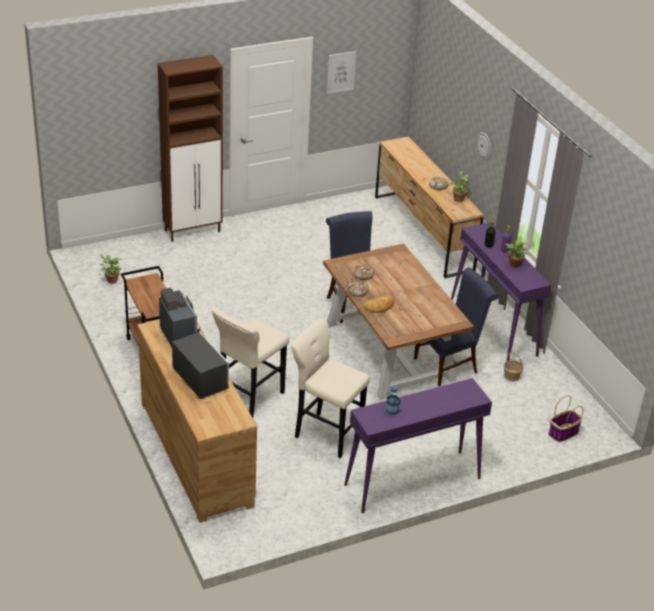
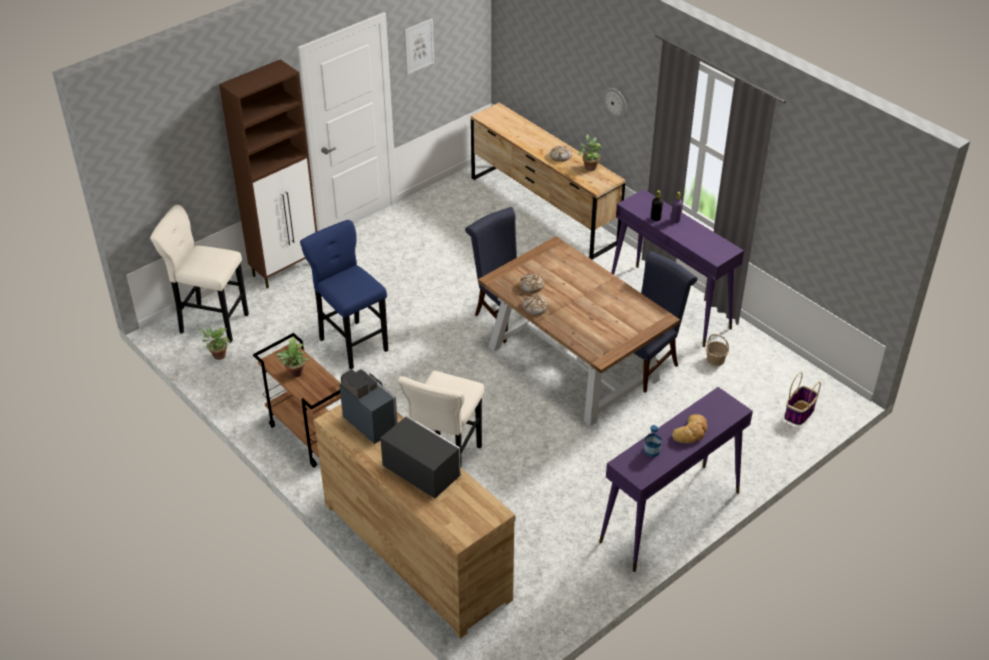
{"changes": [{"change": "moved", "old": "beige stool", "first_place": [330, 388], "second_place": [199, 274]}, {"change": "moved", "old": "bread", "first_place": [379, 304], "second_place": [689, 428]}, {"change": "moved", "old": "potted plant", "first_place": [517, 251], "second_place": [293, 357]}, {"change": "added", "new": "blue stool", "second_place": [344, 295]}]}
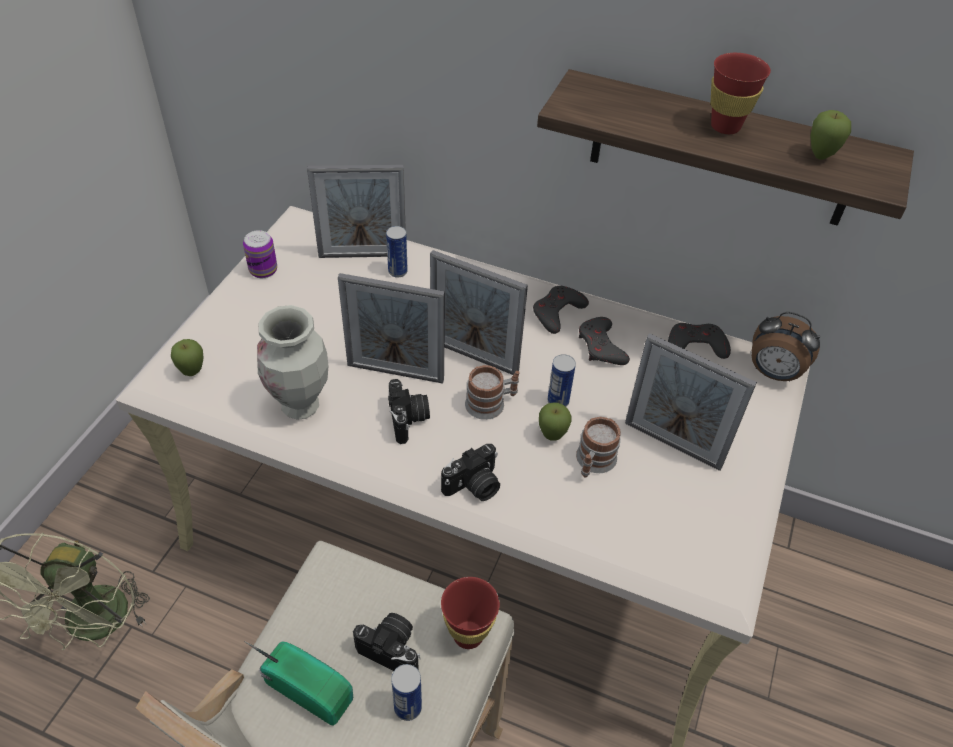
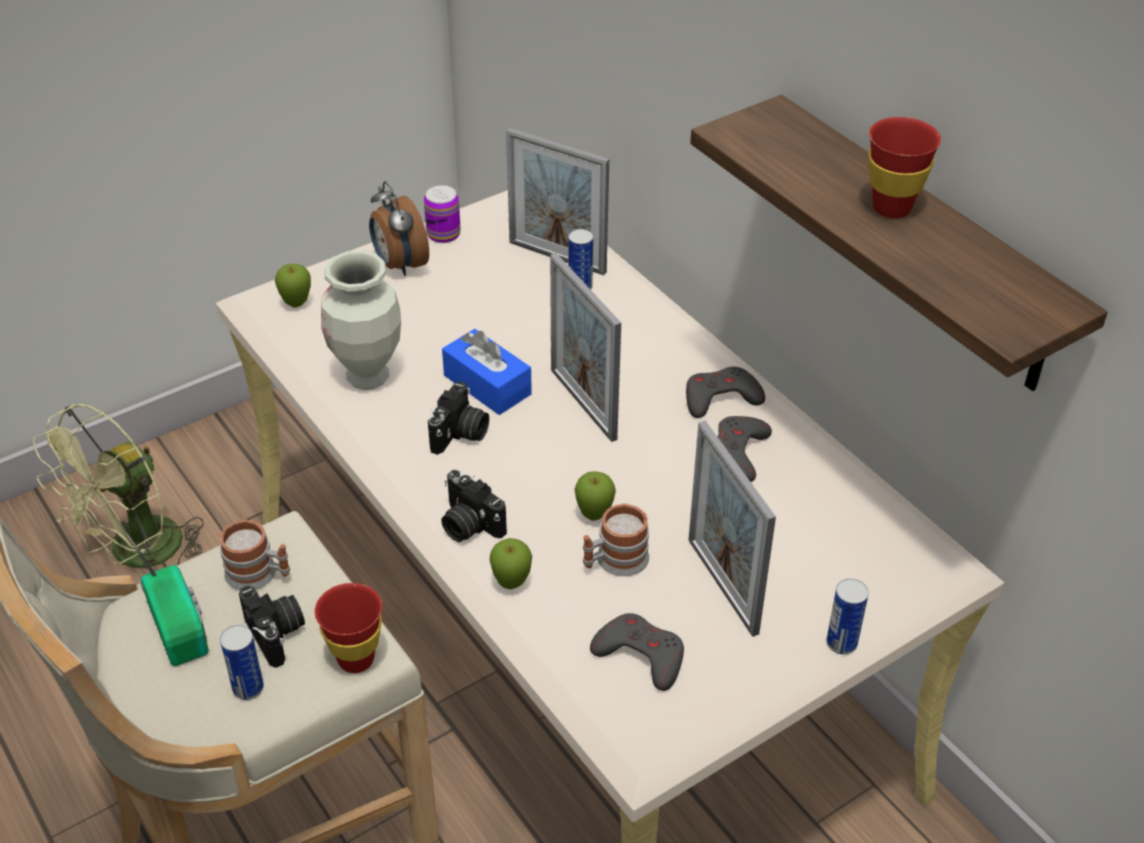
{"changes": [{"change": "replaced", "old": "picture frame", "new": "blue tissue box", "first_place": [391, 328], "second_place": [487, 372]}, {"change": "turned", "old": "photo camera", "first_place": [470, 472], "second_place": [474, 506], "degrees": 45}, {"change": "moved", "old": "mug", "first_place": [492, 392], "second_place": [255, 554]}, {"change": "moved", "old": "can", "first_place": [561, 380], "second_place": [847, 617]}, {"change": "moved", "old": "grey game controller", "first_place": [699, 341], "second_place": [637, 652]}, {"change": "moved", "old": "alarm clock", "first_place": [786, 347], "second_place": [399, 228]}, {"change": "moved", "old": "apple", "first_place": [830, 135], "second_place": [510, 563]}]}
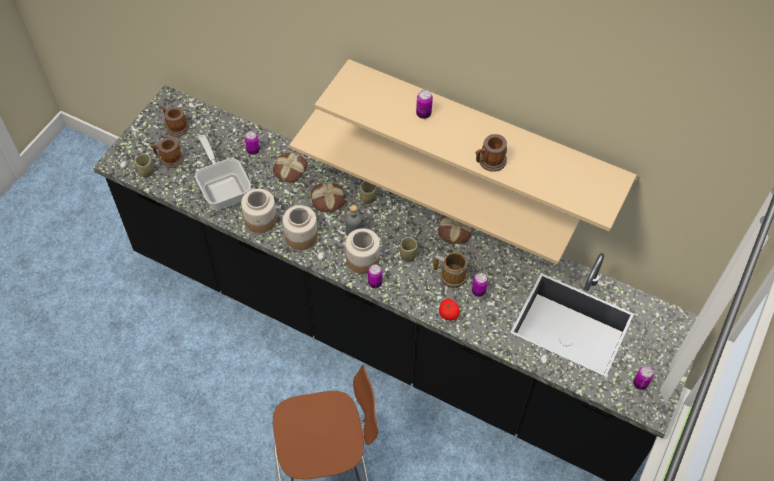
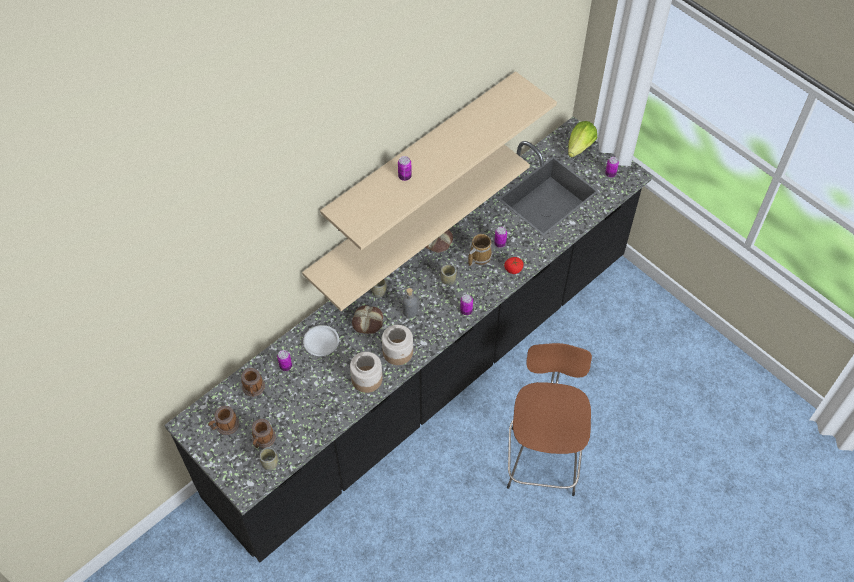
{"changes": [{"change": "removed", "old": "frying pan", "first_place": [223, 172]}, {"change": "replaced", "old": "bread", "new": "white plate", "first_place": [290, 167], "second_place": [321, 340]}, {"change": "removed", "old": "jar", "first_place": [362, 251]}, {"change": "moved", "old": "mug", "first_place": [491, 153], "second_place": [253, 382]}, {"change": "added", "new": "lettuce", "second_place": [582, 139]}]}
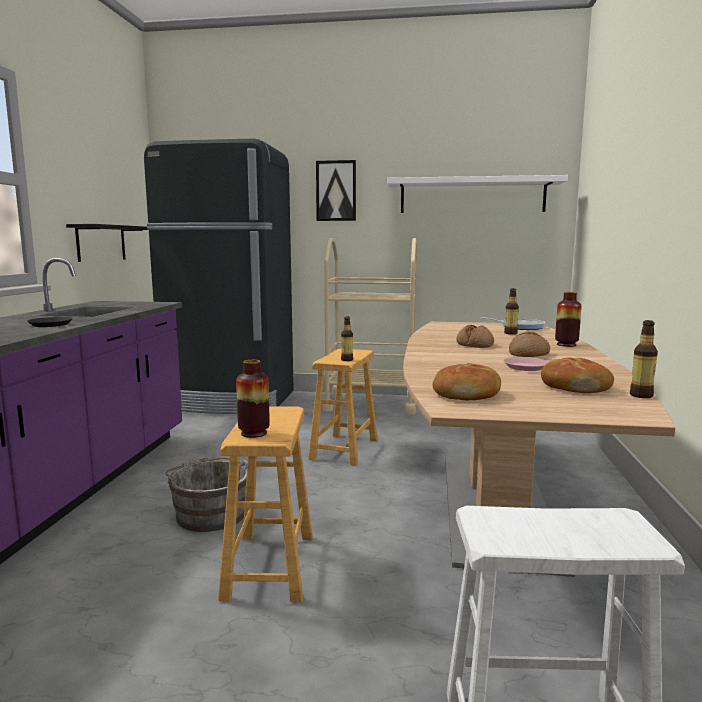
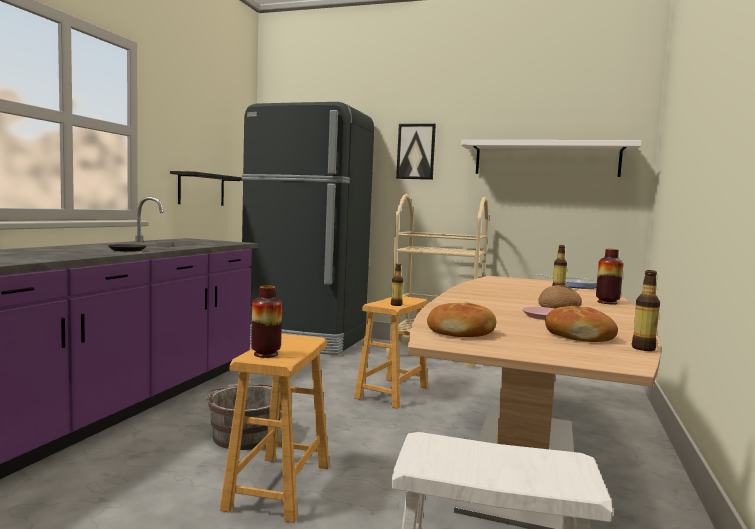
{"changes": [{"change": "removed", "old": "bread", "first_place": [475, 336]}]}
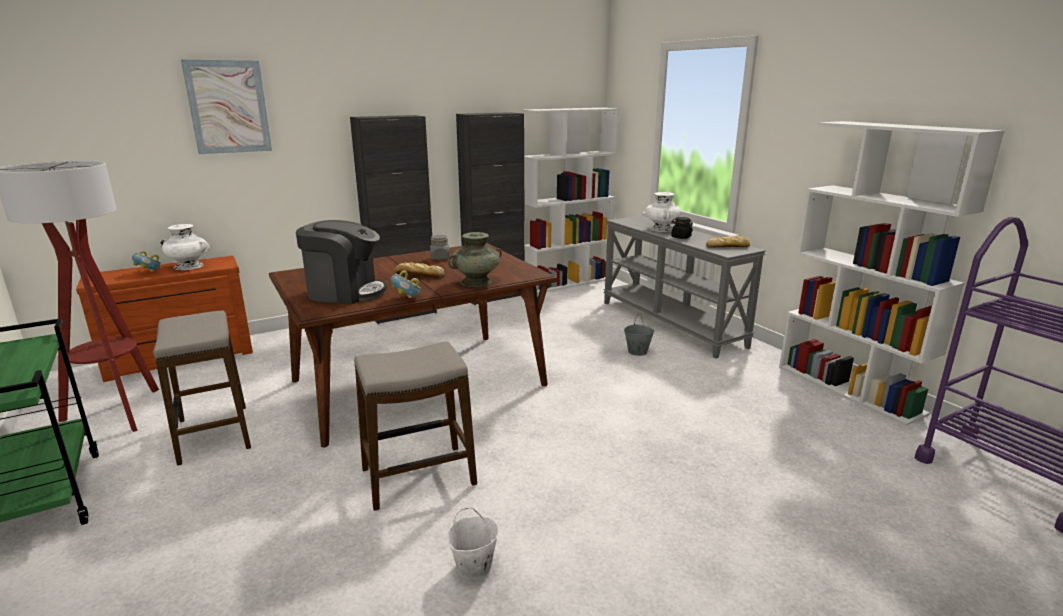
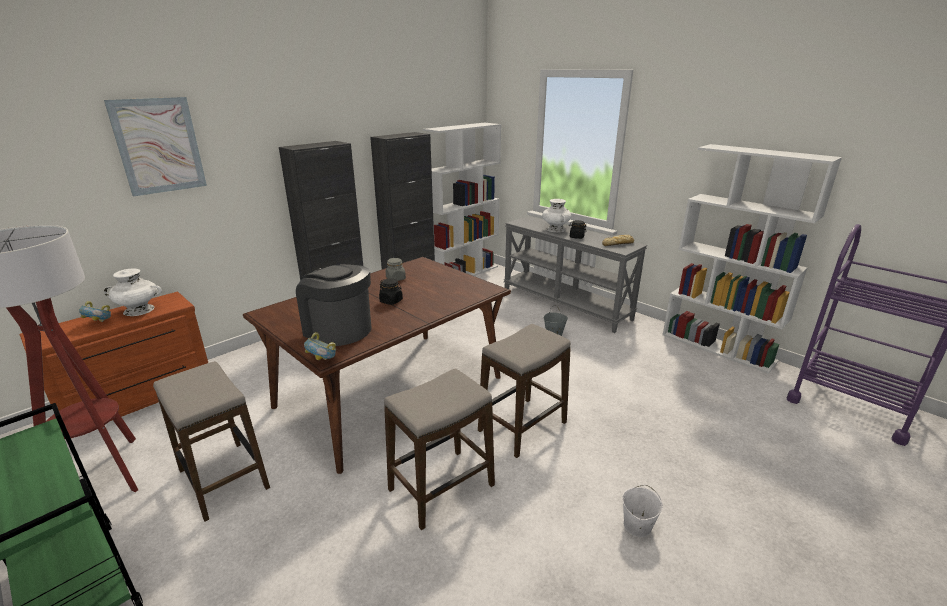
{"changes": [{"change": "turned", "old": "coffee machine", "first_place": [341, 262], "second_place": [334, 305], "degrees": -135}, {"change": "moved", "old": "bowl", "first_place": [406, 284], "second_place": [320, 346]}, {"change": "replaced", "old": "bread", "new": "black jar", "first_place": [419, 269], "second_place": [391, 291]}, {"change": "moved", "old": "white bucket", "first_place": [473, 543], "second_place": [642, 511]}, {"change": "removed", "old": "turquoise vase", "first_place": [475, 259]}, {"change": "added", "new": "stool", "second_place": [524, 391]}]}
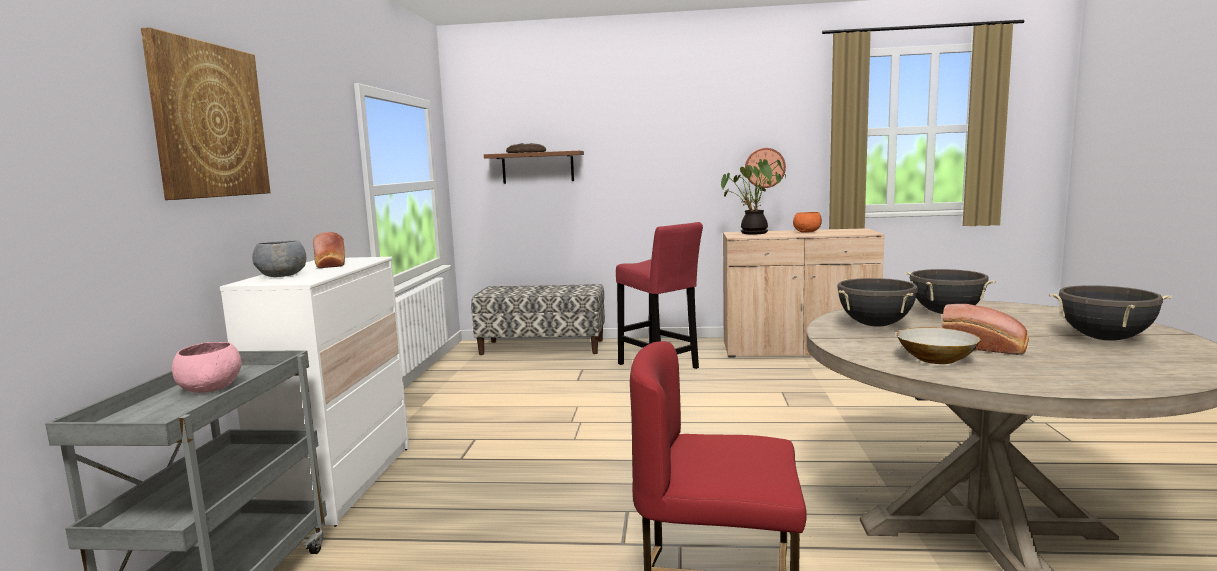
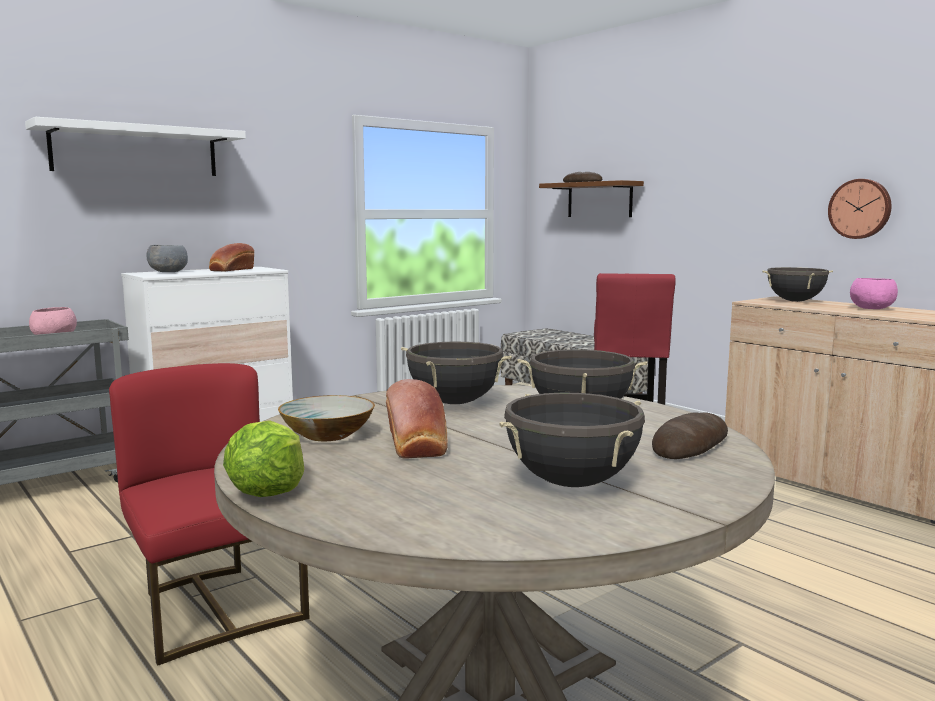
{"changes": [{"change": "replaced", "old": "picture", "new": "white shelf", "first_place": [205, 113], "second_place": [135, 146]}, {"change": "replaced", "old": "potted plant", "new": "black cooking pot", "first_place": [753, 196], "second_place": [797, 284]}, {"change": "recoloured", "old": "orange bowl", "new": "pink bowl", "first_place": [807, 222], "second_place": [874, 293]}, {"change": "added", "new": "lettuce", "second_place": [263, 458]}, {"change": "added", "new": "bread", "second_place": [690, 435]}]}
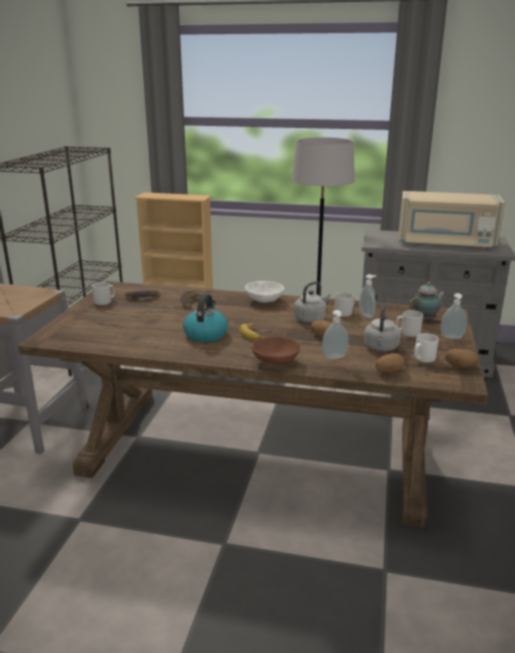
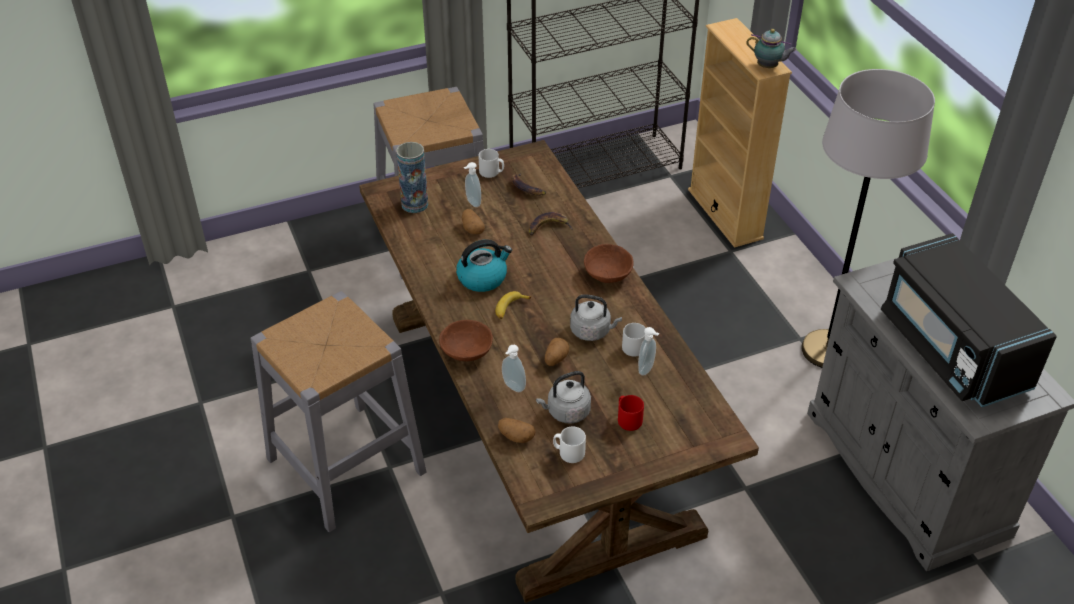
{"changes": [{"change": "recoloured", "old": "white bowl", "new": "brown bowl", "first_place": [264, 292], "second_place": [609, 263]}, {"change": "recoloured", "old": "grey mug", "new": "red mug", "first_place": [409, 323], "second_place": [631, 413]}, {"change": "recoloured", "old": "beige microwave", "new": "black microwave", "first_place": [452, 220], "second_place": [969, 320]}, {"change": "moved", "old": "teapot", "first_place": [427, 301], "second_place": [771, 48]}, {"change": "moved", "old": "soap dispenser", "first_place": [453, 316], "second_place": [472, 184]}, {"change": "moved", "old": "potato", "first_place": [462, 358], "second_place": [473, 221]}, {"change": "added", "new": "grey stool", "second_place": [338, 411]}, {"change": "added", "new": "vase", "second_place": [412, 177]}]}
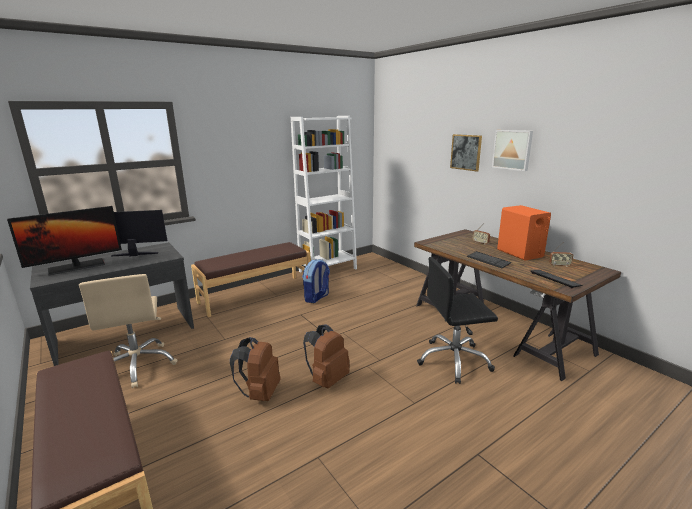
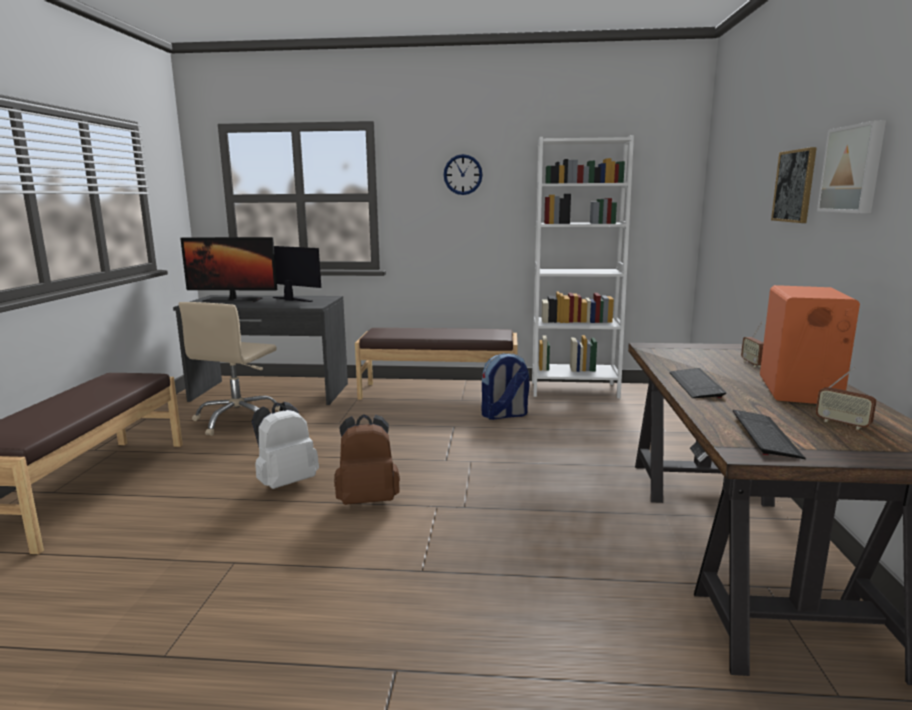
{"changes": [{"change": "recoloured", "old": "brown backpack", "new": "white backpack", "first_place": [255, 369], "second_place": [285, 445]}, {"change": "removed", "old": "black office chair", "first_place": [457, 320]}, {"change": "added", "new": "wall clock", "second_place": [463, 174]}]}
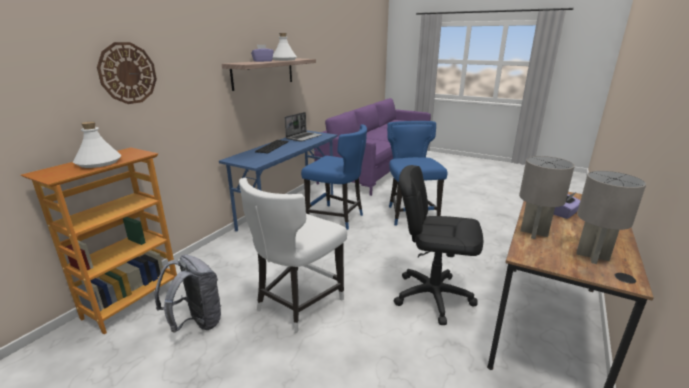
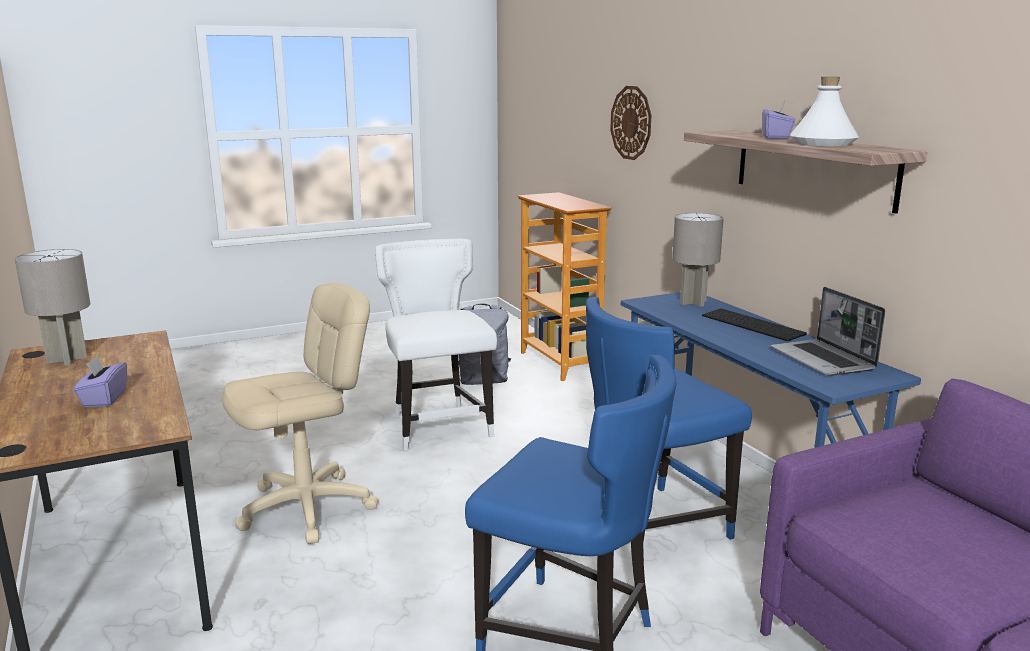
{"changes": [{"change": "removed", "old": "white bottle", "first_place": [97, 145]}, {"change": "recoloured", "old": "black office chair", "new": "beige office chair", "first_place": [438, 245], "second_place": [300, 413]}, {"change": "moved", "old": "grey table lamp", "first_place": [547, 197], "second_place": [698, 260]}]}
